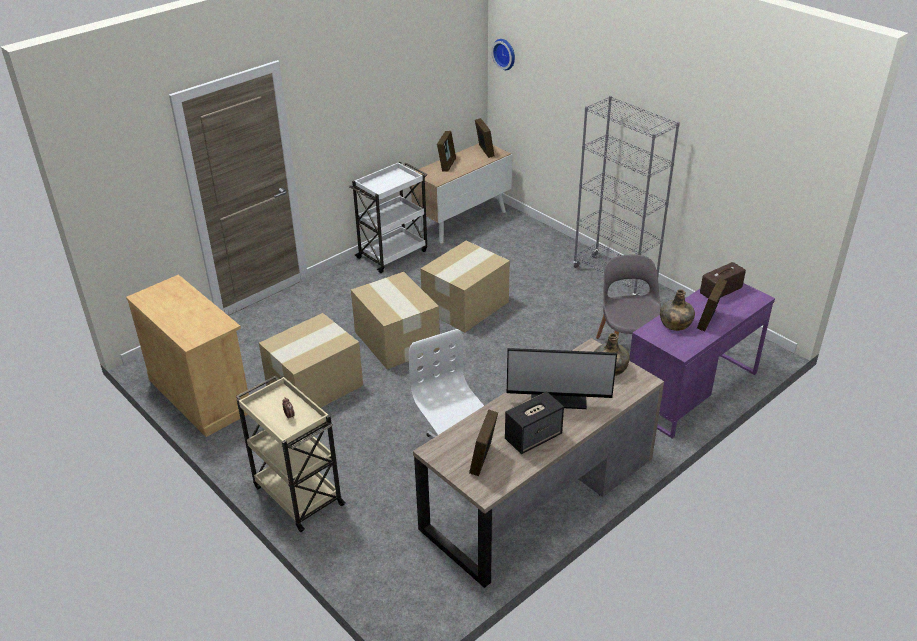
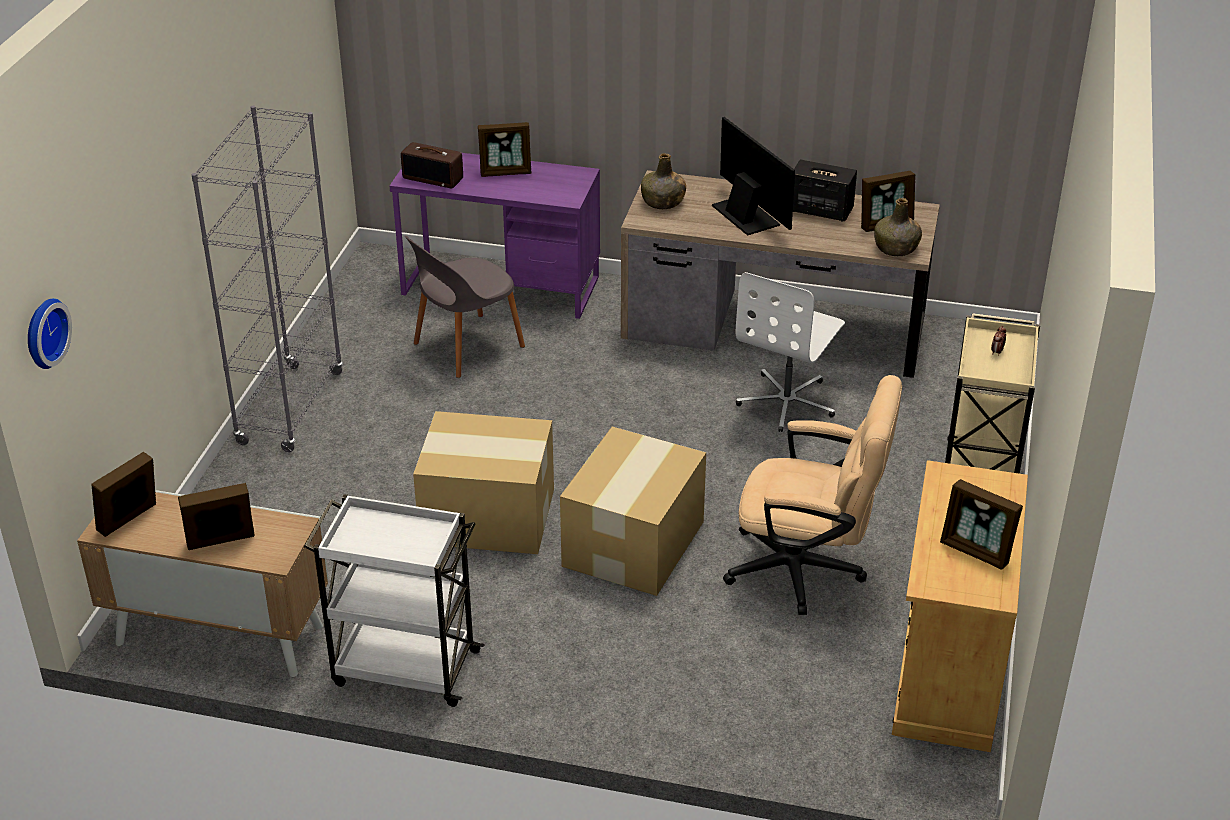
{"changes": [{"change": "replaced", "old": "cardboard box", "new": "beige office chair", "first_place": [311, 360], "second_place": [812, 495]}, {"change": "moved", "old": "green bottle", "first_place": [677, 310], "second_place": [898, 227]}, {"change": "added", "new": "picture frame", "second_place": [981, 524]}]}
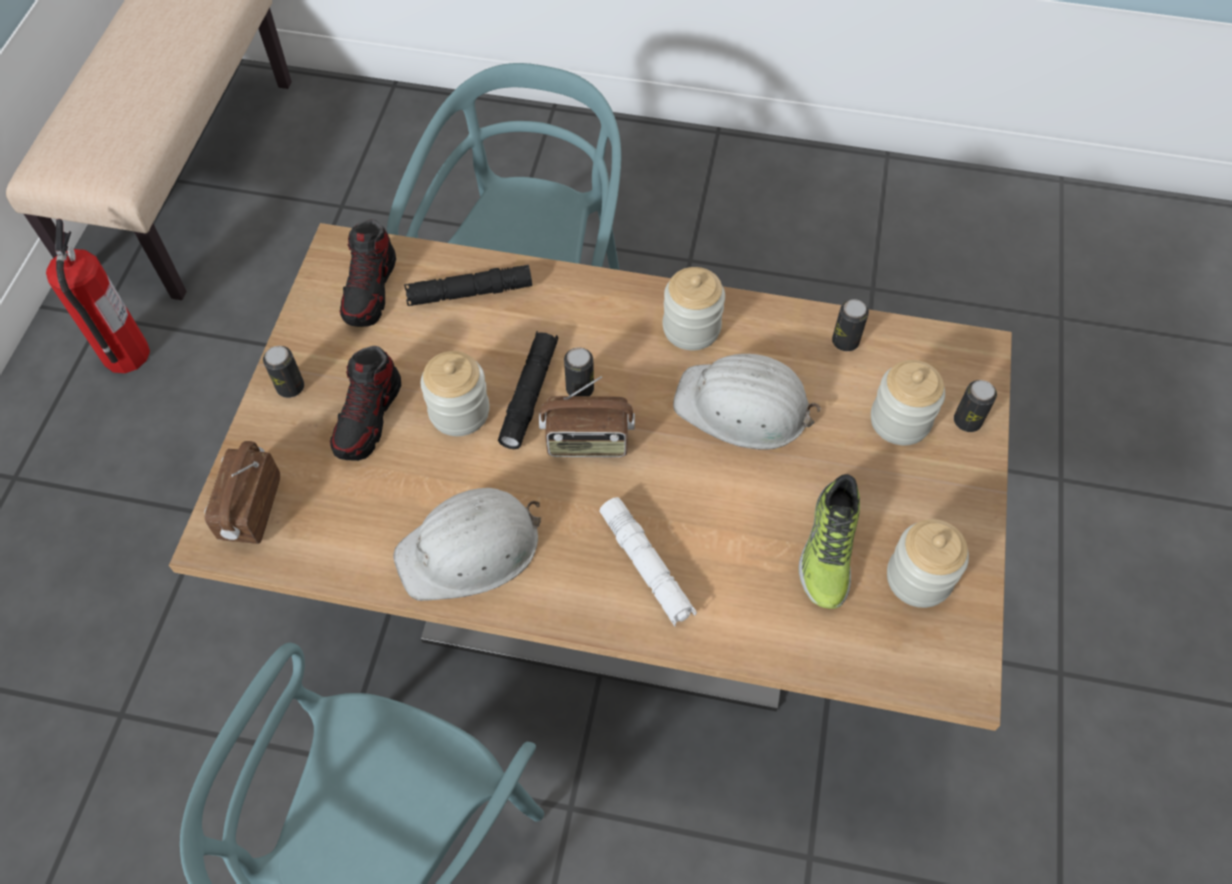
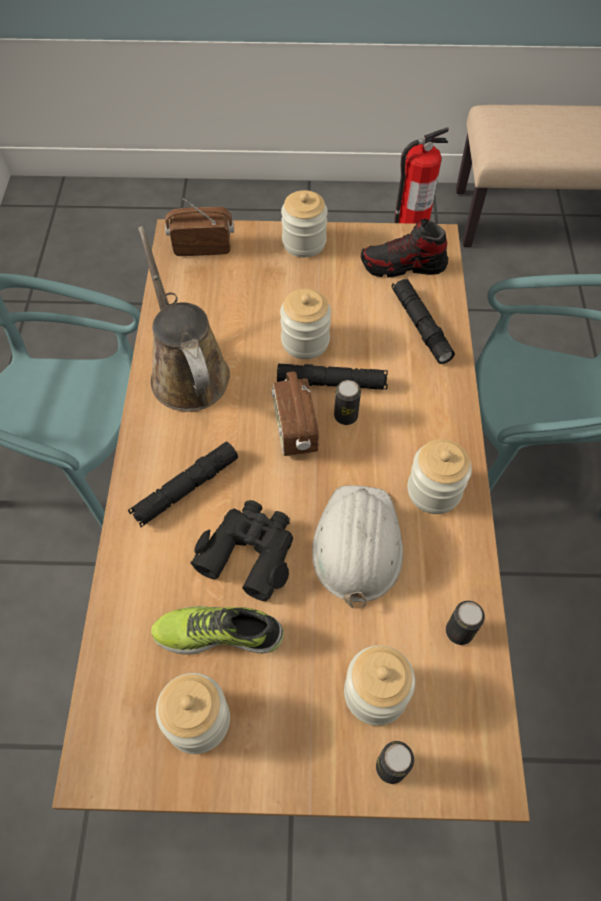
{"changes": [{"change": "replaced", "old": "can", "new": "jar", "first_place": [283, 372], "second_place": [304, 223]}, {"change": "removed", "old": "shoe", "first_place": [365, 403]}, {"change": "replaced", "old": "white hard hat", "new": "brown watering can", "first_place": [467, 544], "second_place": [184, 319]}, {"change": "recoloured", "old": "white flashlight", "new": "black flashlight", "first_place": [648, 562], "second_place": [183, 484]}, {"change": "added", "new": "black binoculars", "second_place": [241, 550]}]}
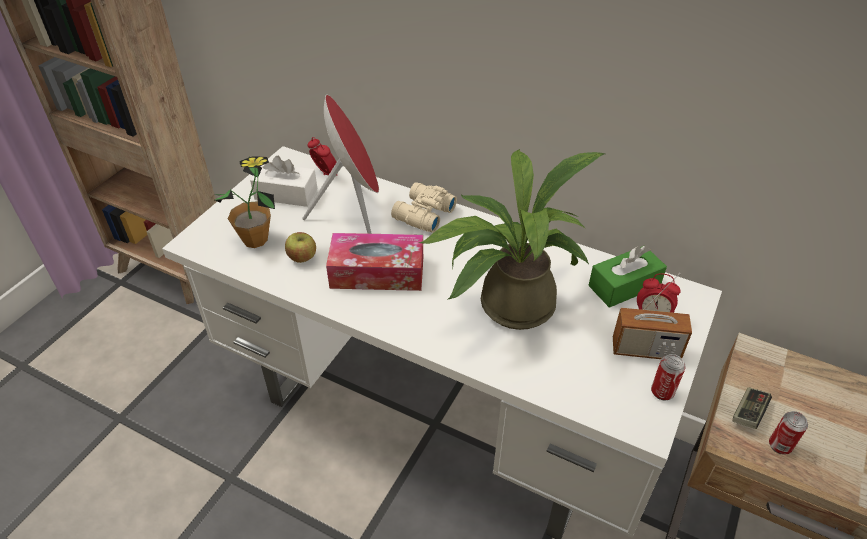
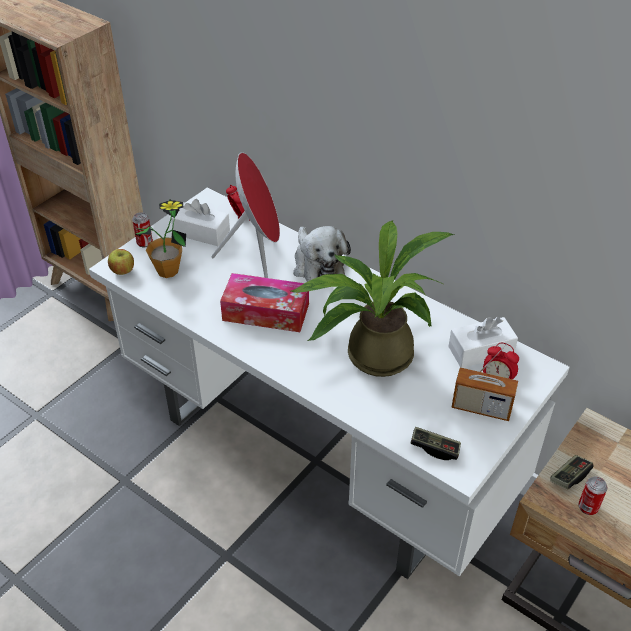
{"changes": [{"change": "moved", "old": "apple", "first_place": [300, 247], "second_place": [121, 262]}, {"change": "replaced", "old": "beige binoculars", "new": "plush toy", "first_place": [424, 207], "second_place": [322, 254]}, {"change": "recoloured", "old": "green tissue box", "new": "white tissue box", "first_place": [627, 276], "second_place": [483, 342]}, {"change": "moved", "old": "can", "first_place": [668, 377], "second_place": [142, 229]}, {"change": "added", "new": "game controller", "second_place": [436, 443]}]}
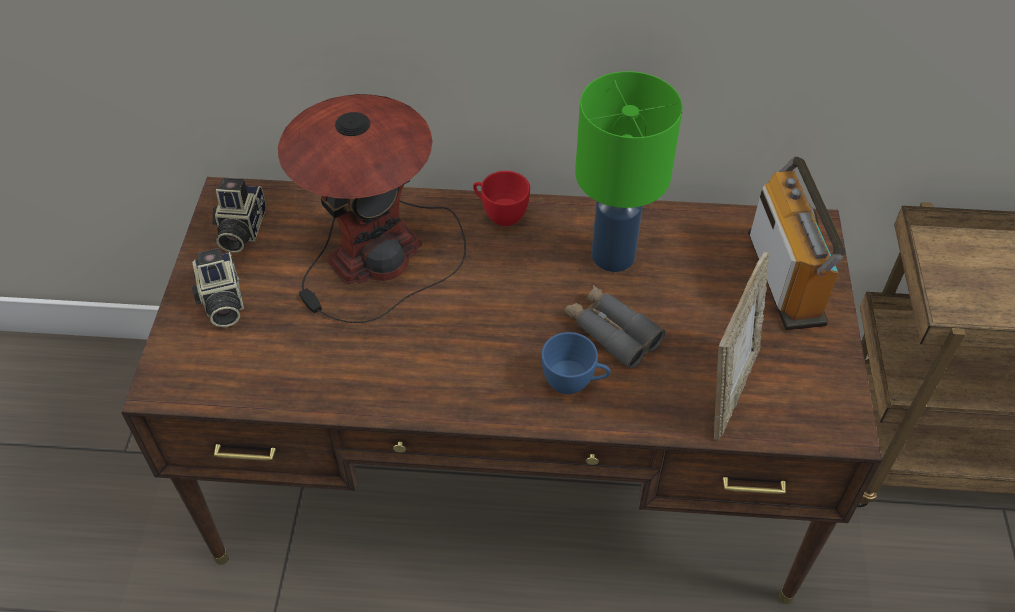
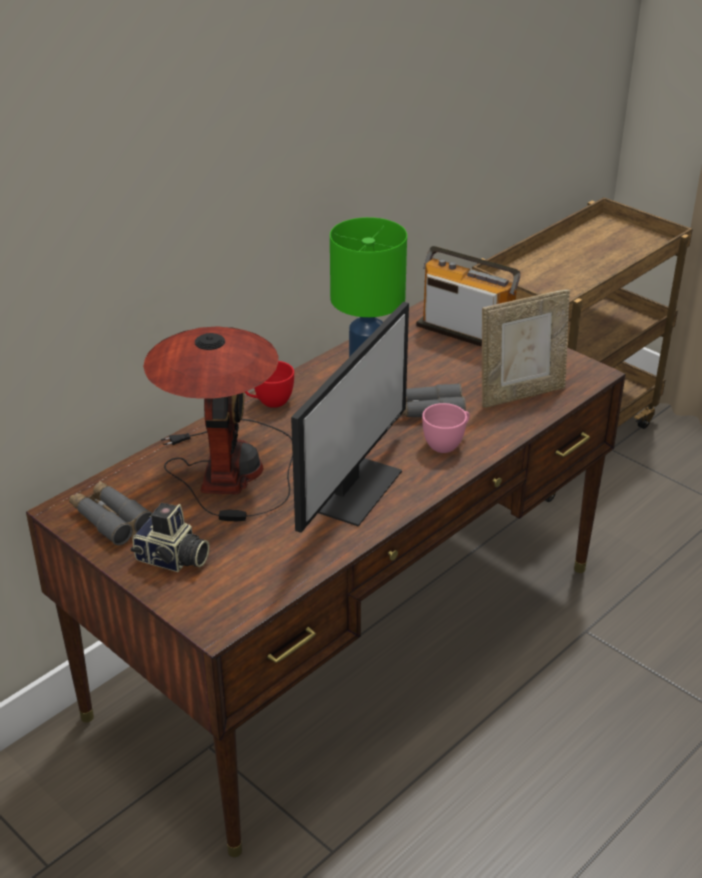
{"changes": [{"change": "replaced", "old": "photo camera", "new": "grey binoculars", "first_place": [239, 215], "second_place": [110, 513]}, {"change": "recoloured", "old": "blue cup", "new": "pink cup", "first_place": [576, 363], "second_place": [446, 428]}, {"change": "turned", "old": "picture frame", "first_place": [741, 346], "second_place": [526, 349], "degrees": 90}, {"change": "added", "new": "monitor", "second_place": [350, 417]}]}
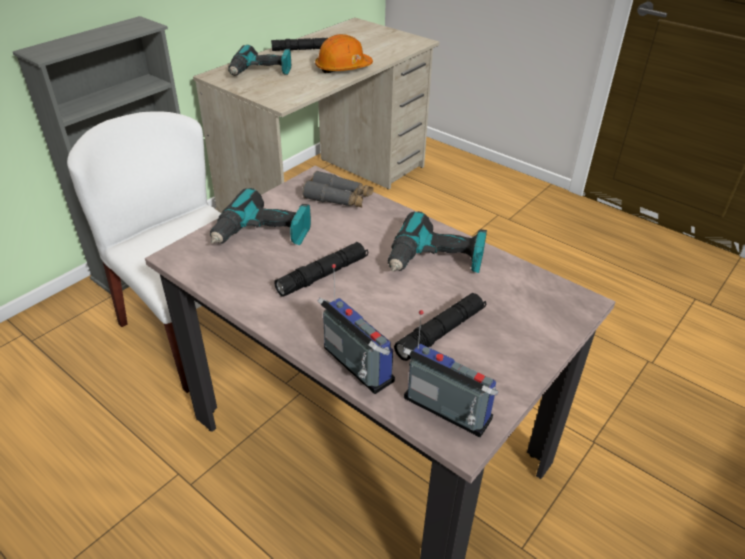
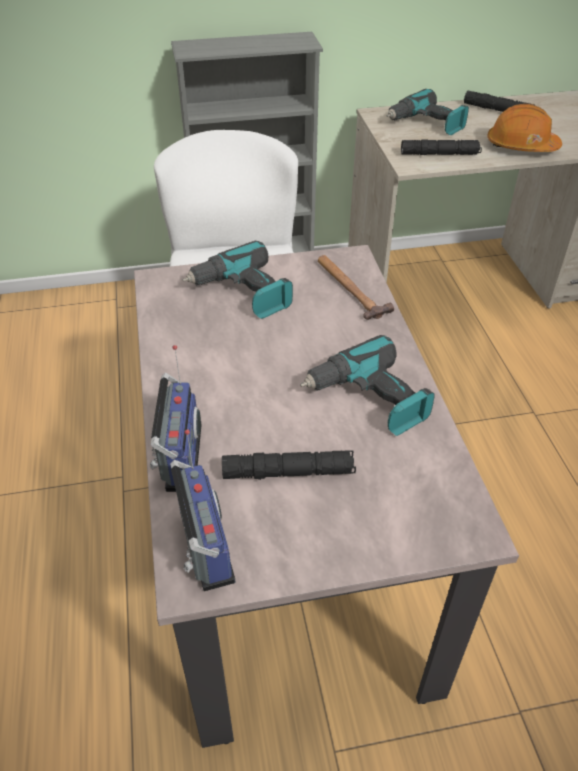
{"changes": [{"change": "moved", "old": "black flashlight", "first_place": [321, 269], "second_place": [441, 147]}, {"change": "replaced", "old": "grey binoculars", "new": "hammer", "first_place": [338, 189], "second_place": [356, 287]}]}
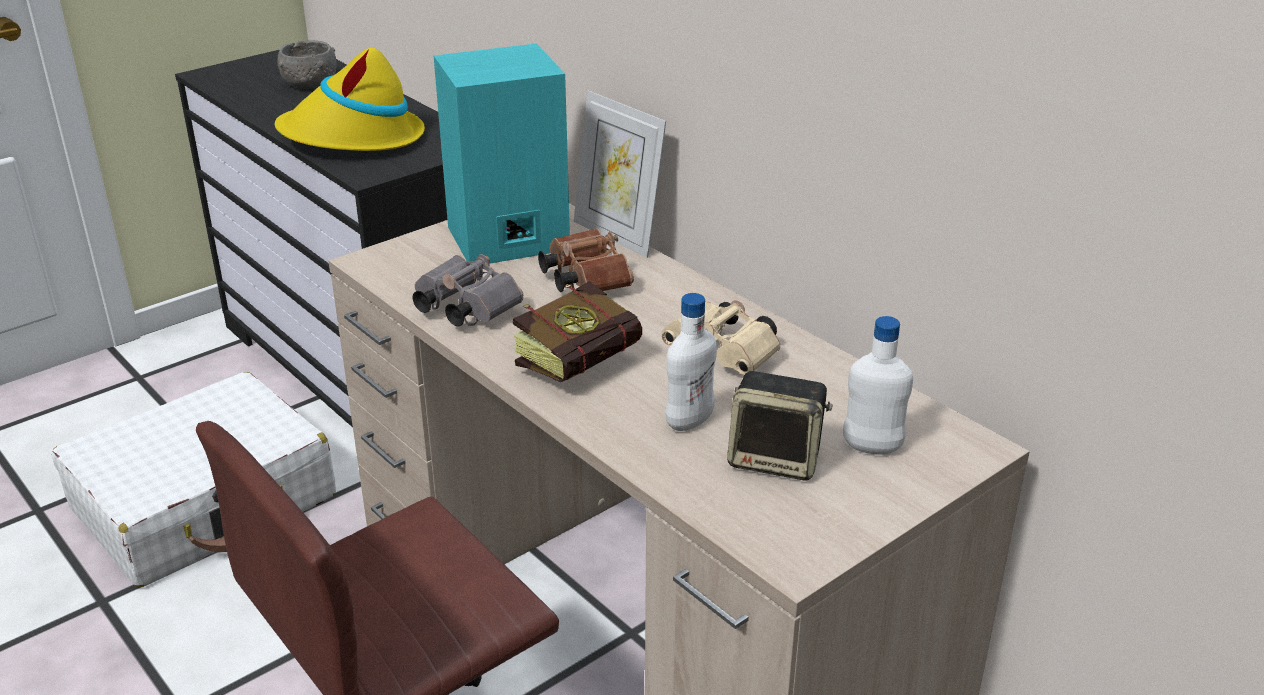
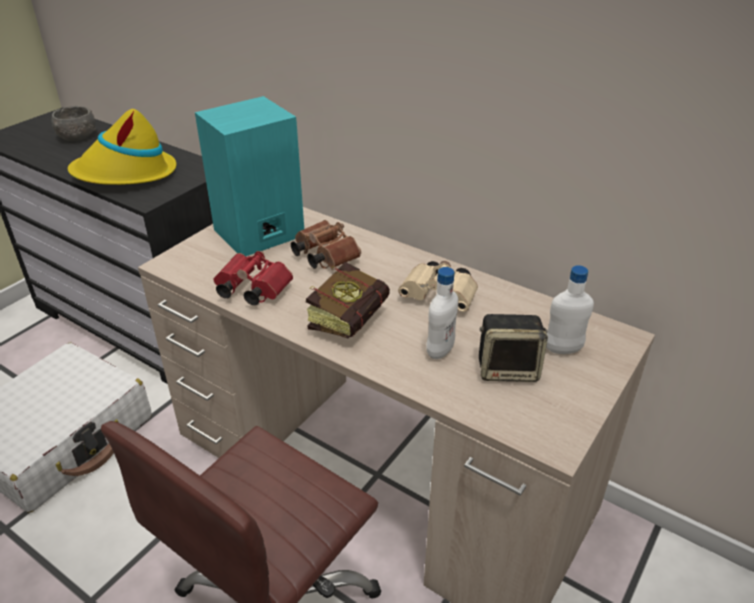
{"changes": [{"change": "recoloured", "old": "grey binoculars", "new": "red binoculars", "first_place": [468, 290], "second_place": [253, 278]}, {"change": "removed", "old": "picture frame", "first_place": [620, 174]}]}
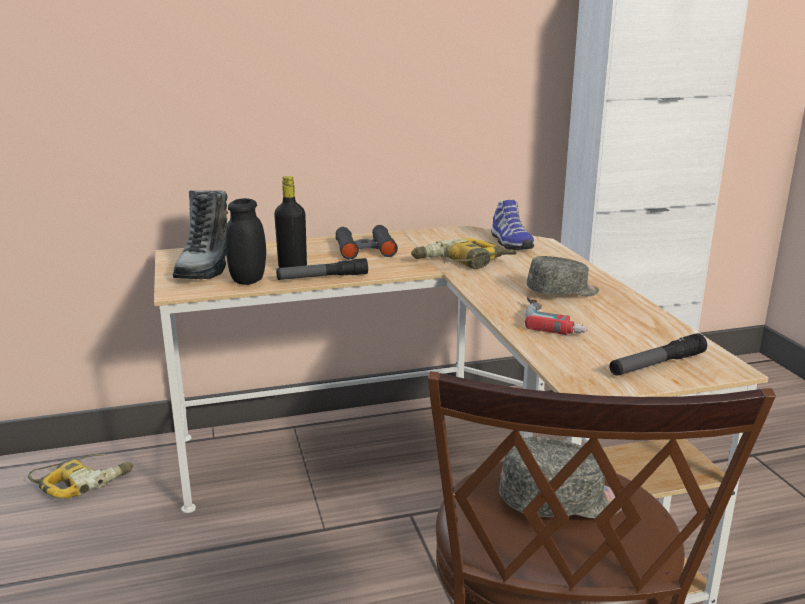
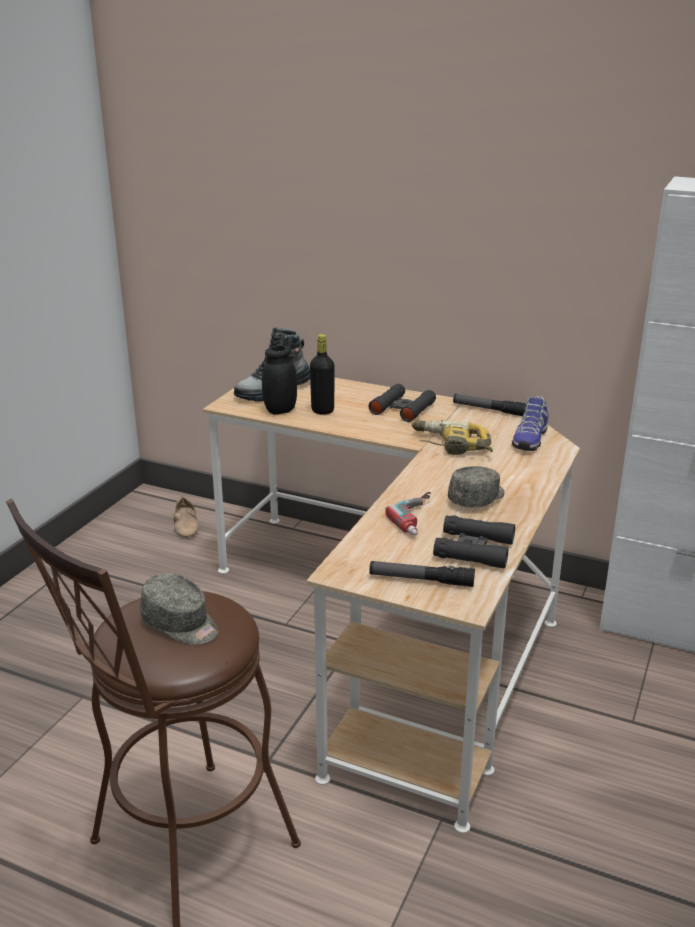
{"changes": [{"change": "replaced", "old": "power drill", "new": "beige shoe", "first_place": [80, 476], "second_place": [186, 517]}, {"change": "moved", "old": "flashlight", "first_place": [322, 269], "second_place": [489, 405]}, {"change": "turned", "old": "grey cap", "first_place": [563, 276], "second_place": [476, 487], "degrees": -75}, {"change": "added", "new": "black binoculars", "second_place": [474, 542]}]}
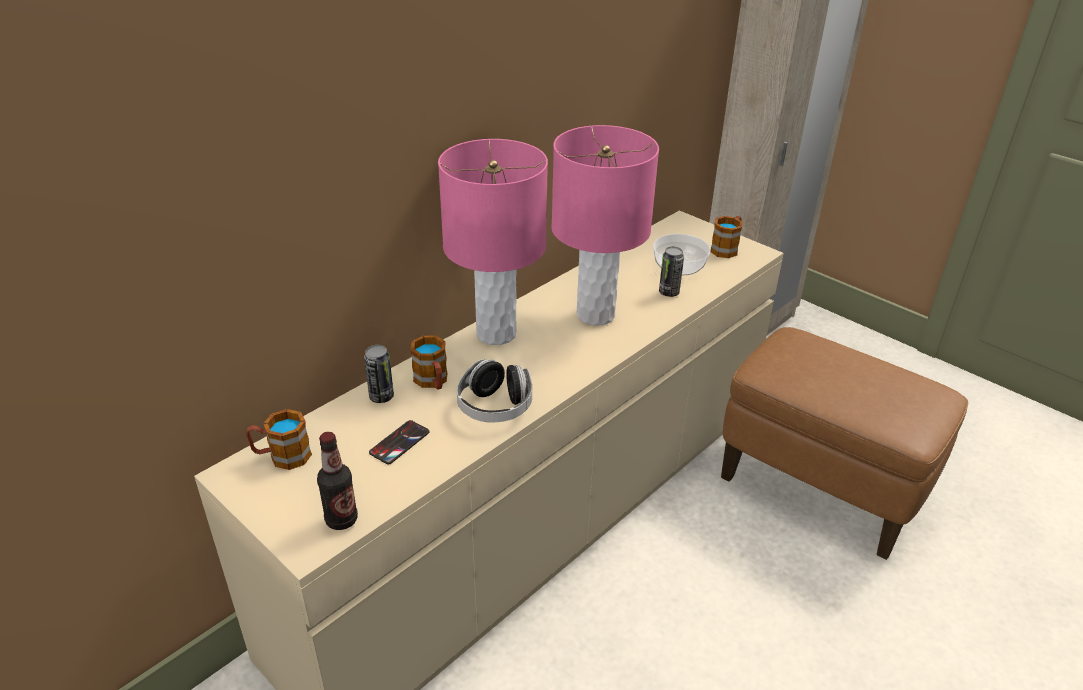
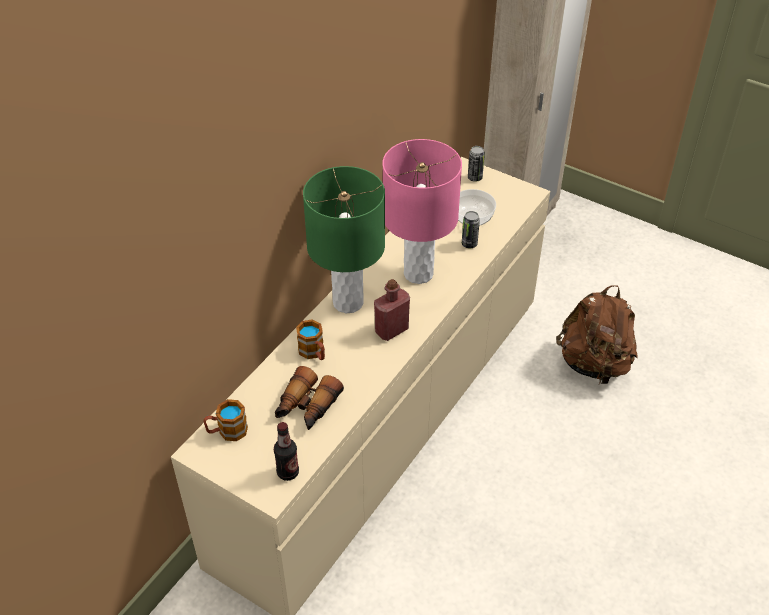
{"changes": [{"change": "moved", "old": "can", "first_place": [379, 374], "second_place": [476, 164]}, {"change": "replaced", "old": "phone", "new": "binoculars", "first_place": [399, 442], "second_place": [309, 398]}, {"change": "recoloured", "old": "pink table lamp", "new": "green table lamp", "first_place": [493, 242], "second_place": [344, 240]}, {"change": "removed", "old": "headphones", "first_place": [494, 390]}, {"change": "removed", "old": "mug", "first_place": [726, 237]}, {"change": "replaced", "old": "brown ottoman", "new": "brown backpack", "first_place": [844, 443], "second_place": [597, 334]}, {"change": "added", "new": "red bottle", "second_place": [392, 310]}]}
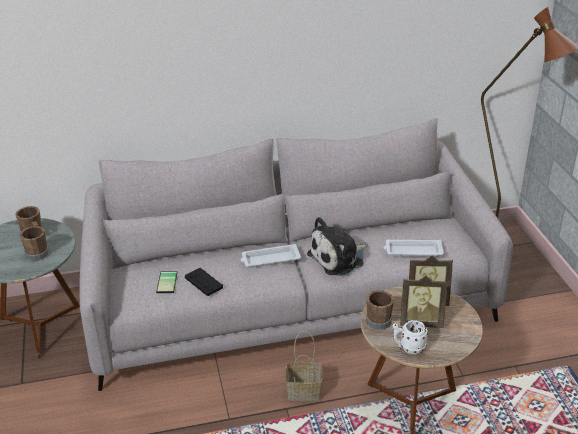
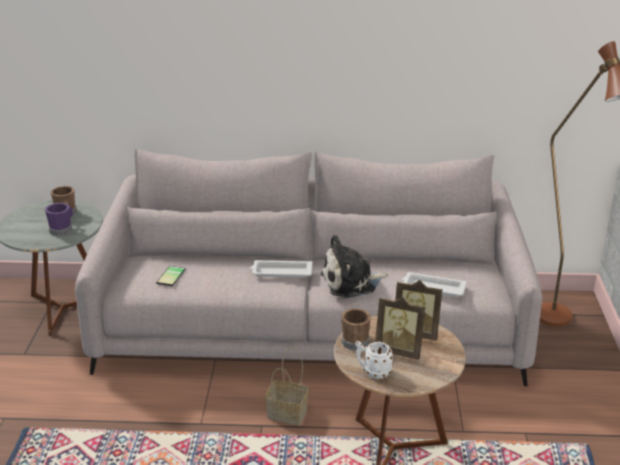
{"changes": [{"change": "recoloured", "old": "brown mug", "new": "purple mug", "first_place": [34, 243], "second_place": [59, 219]}, {"change": "removed", "old": "black game controller", "first_place": [204, 282]}]}
